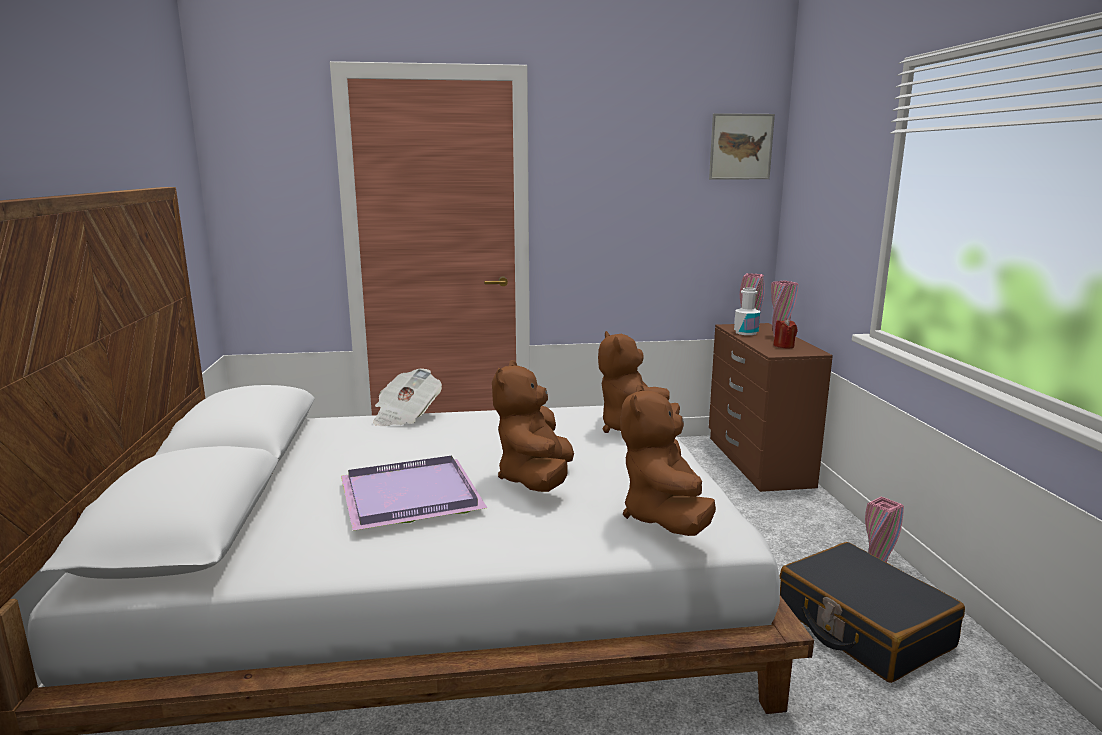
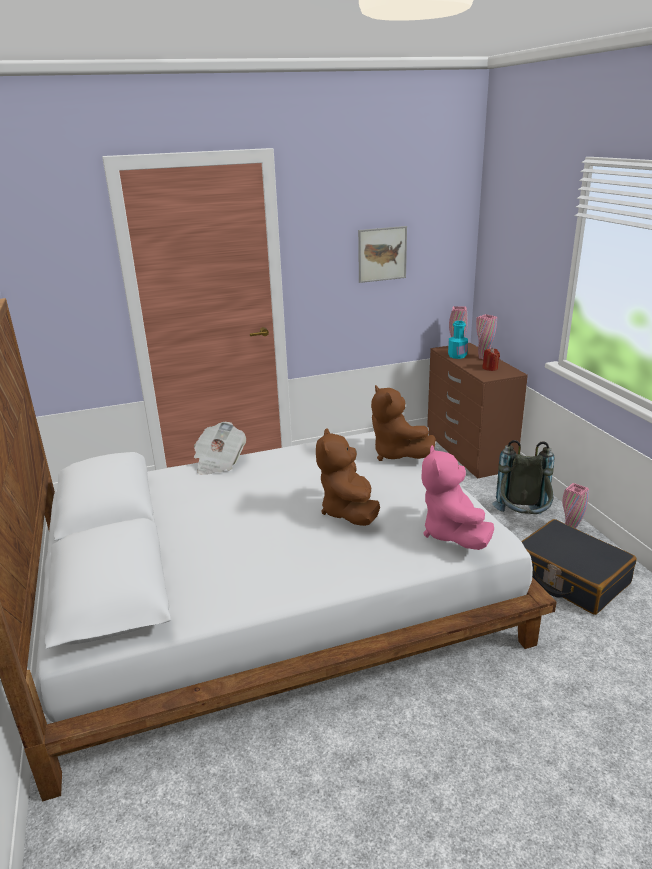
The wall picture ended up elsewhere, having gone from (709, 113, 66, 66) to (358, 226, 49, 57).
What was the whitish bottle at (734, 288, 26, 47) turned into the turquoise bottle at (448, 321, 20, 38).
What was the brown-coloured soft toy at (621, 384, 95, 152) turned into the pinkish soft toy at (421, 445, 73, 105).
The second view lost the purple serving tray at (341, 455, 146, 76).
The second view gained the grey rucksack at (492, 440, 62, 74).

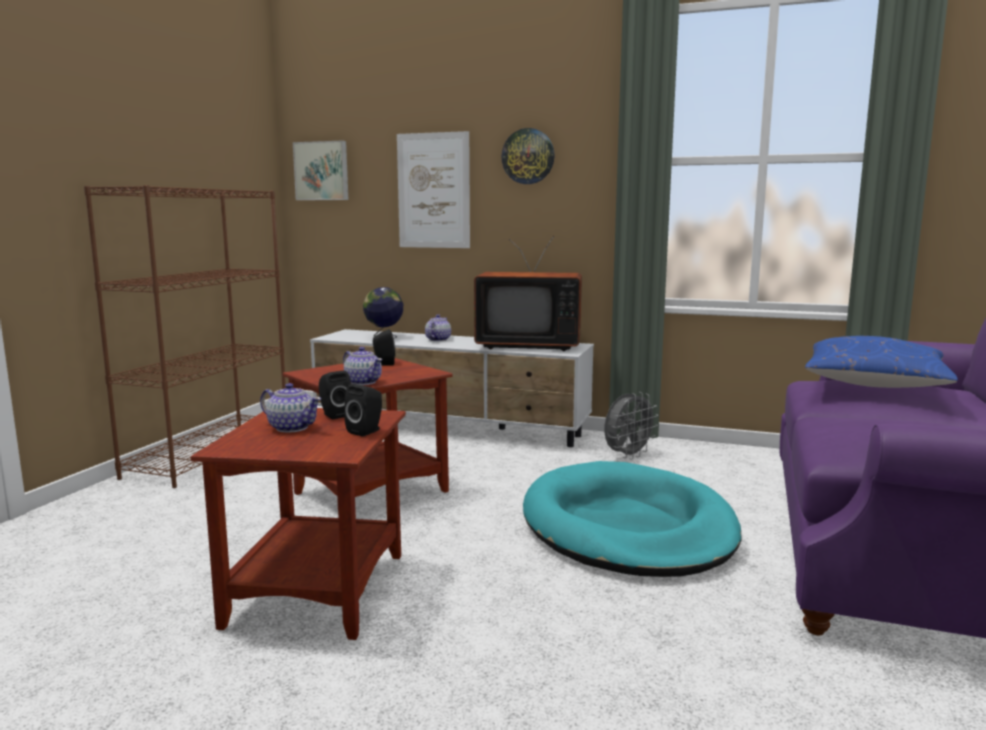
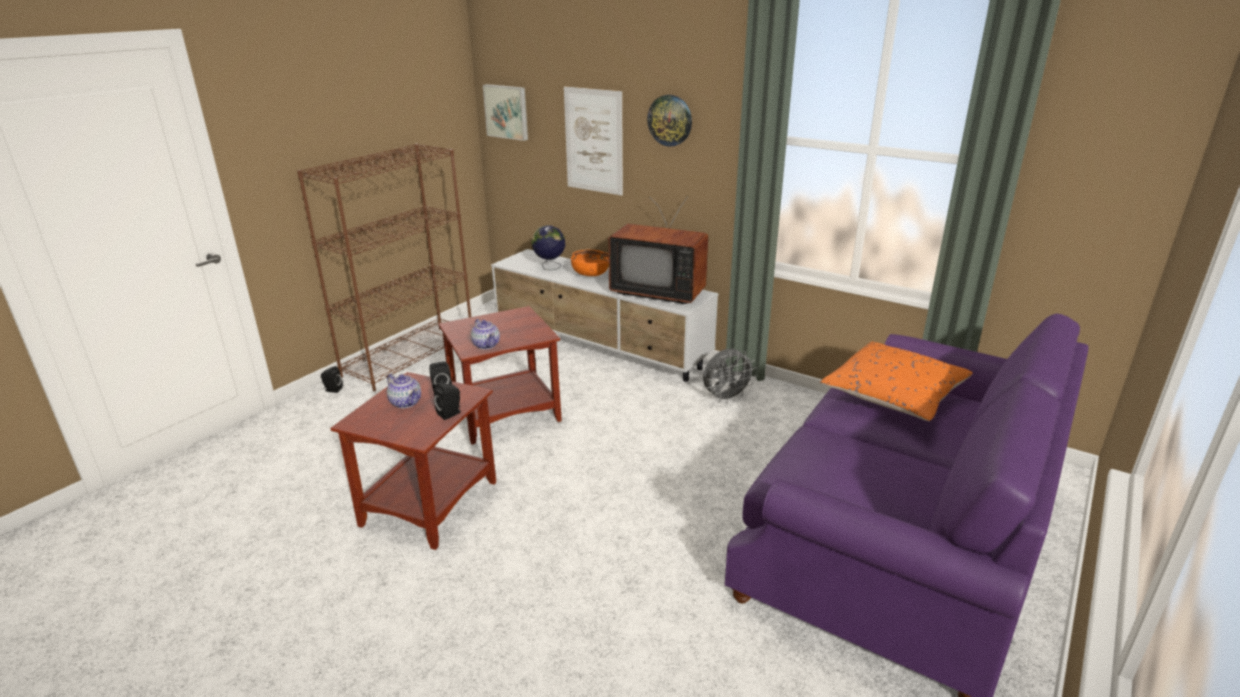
Where the teapot stood at (425, 314, 26, 27), the orange-coloured deep dish came to stand at (571, 250, 38, 26).
The black audio speaker ended up elsewhere, having gone from (373, 329, 22, 37) to (321, 366, 22, 27).
What was the blue pillow at (805, 336, 153, 52) turned into the orange-coloured pillow at (820, 342, 153, 79).
The second view lost the turquoise dog cushion at (523, 461, 219, 116).

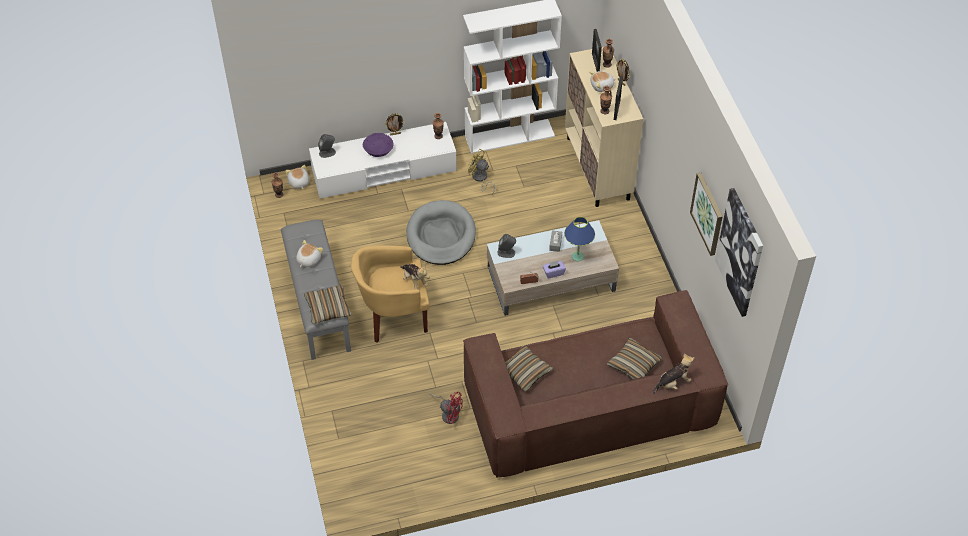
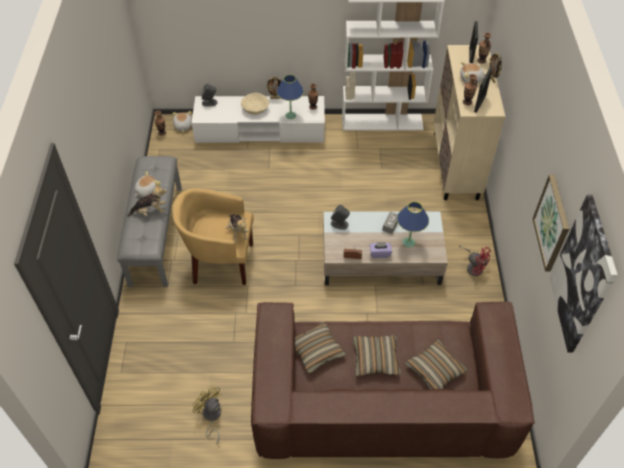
What was the purple deep dish at (363, 133, 30, 24) turned into the beige deep dish at (241, 93, 28, 22).
The yellowish cooling fan ended up elsewhere, having gone from (468, 149, 27, 46) to (192, 385, 30, 60).
The second view lost the grey dog cushion at (406, 200, 70, 65).
The pillow ended up elsewhere, having gone from (304, 285, 47, 39) to (353, 335, 48, 41).
The soft toy ended up elsewhere, having gone from (653, 353, 41, 41) to (127, 184, 40, 33).
The red cooling fan ended up elsewhere, having gone from (430, 392, 33, 32) to (459, 245, 32, 31).
The second view gained the blue tabletop lamp at (276, 75, 28, 44).

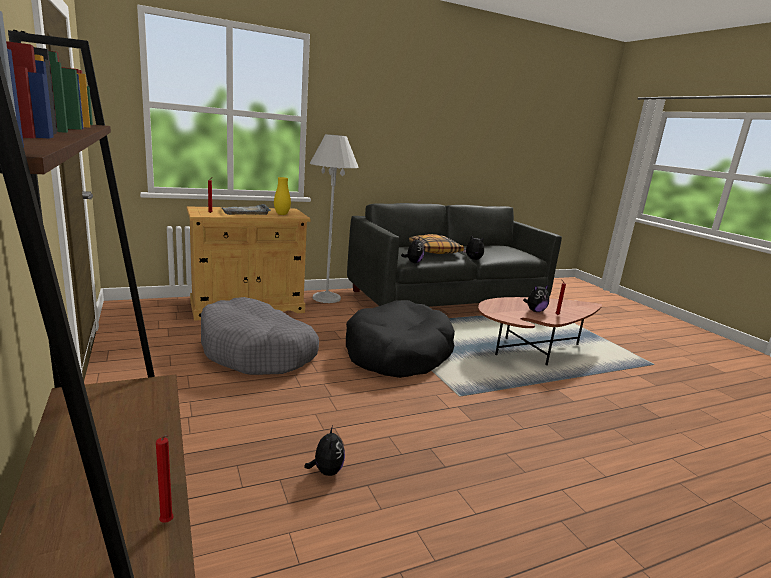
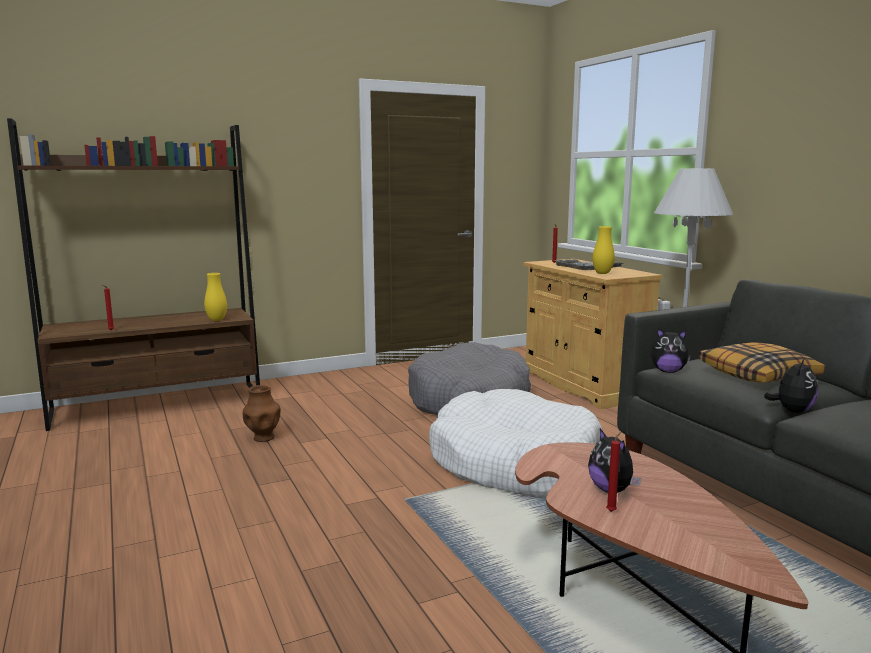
What was the black dog cushion at (346, 300, 109, 78) turned into the whitish dog cushion at (429, 389, 174, 109).
Where the soft toy stood at (304, 426, 41, 50), the brown-coloured vase came to stand at (243, 385, 38, 57).
The second view gained the yellowish vase at (204, 273, 23, 48).

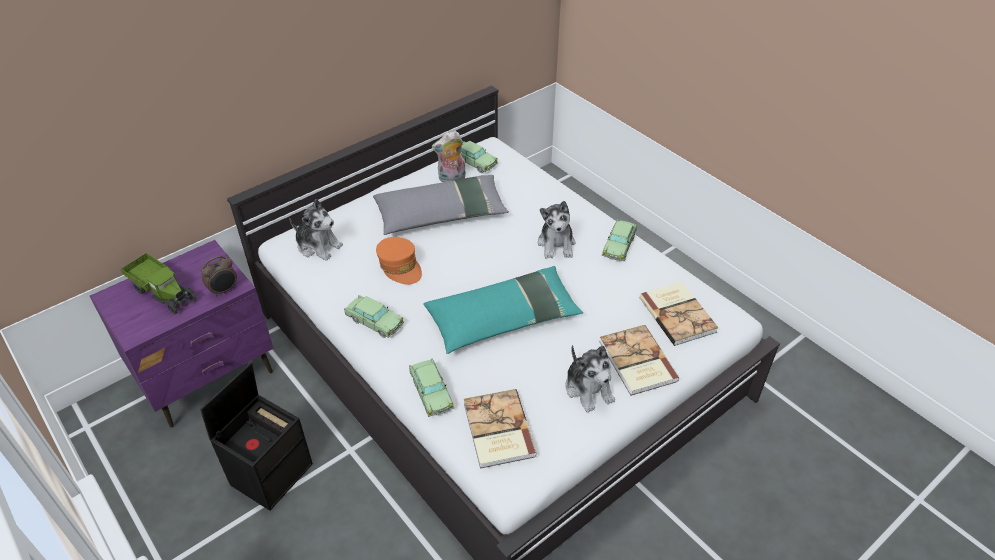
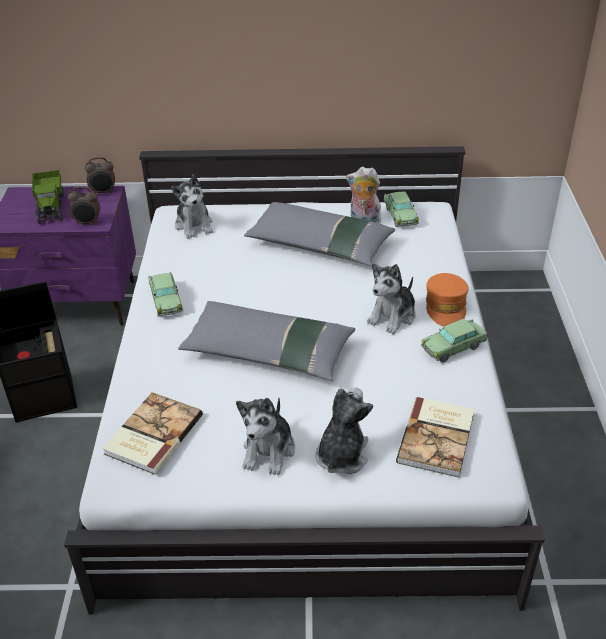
The orange-coloured baseball cap ended up elsewhere, having gone from (376, 237, 46, 48) to (426, 273, 43, 54).
What was the turquoise pillow at (423, 266, 160, 88) turned into the grey pillow at (178, 301, 177, 80).
Where the volume stood at (599, 325, 81, 71), the soft toy came to stand at (315, 388, 58, 86).
The second view lost the toy car at (409, 359, 45, 58).
The second view gained the bedside clock at (85, 157, 30, 36).

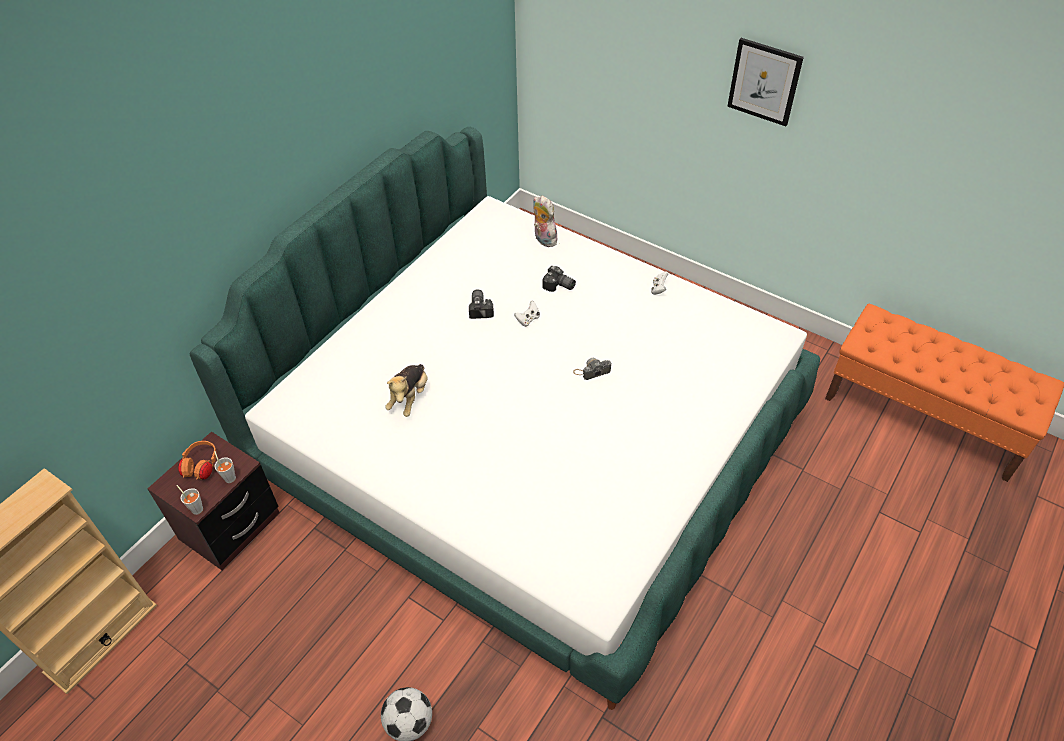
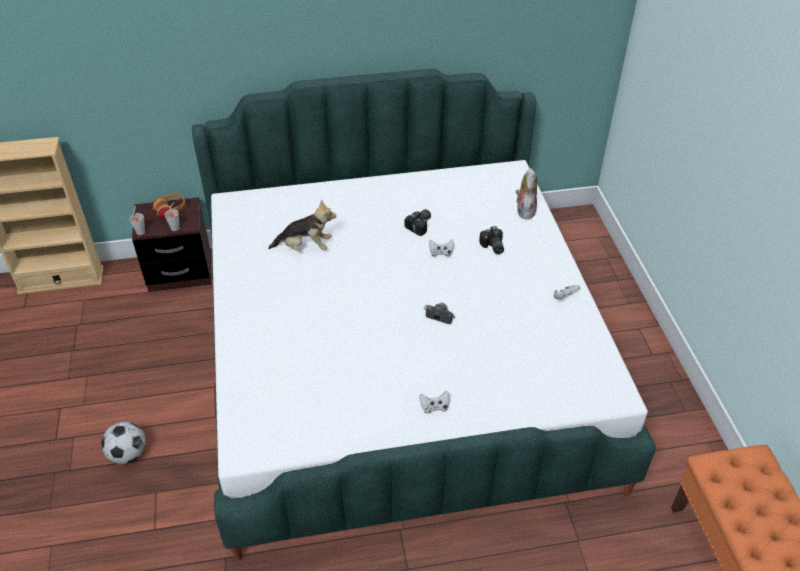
The second view lost the wall picture at (727, 38, 77, 88).
The soft toy at (385, 364, 43, 53) ended up facing another way, 150 degrees counterclockwise from before.
The second view gained the whitish game controller at (420, 391, 29, 23).

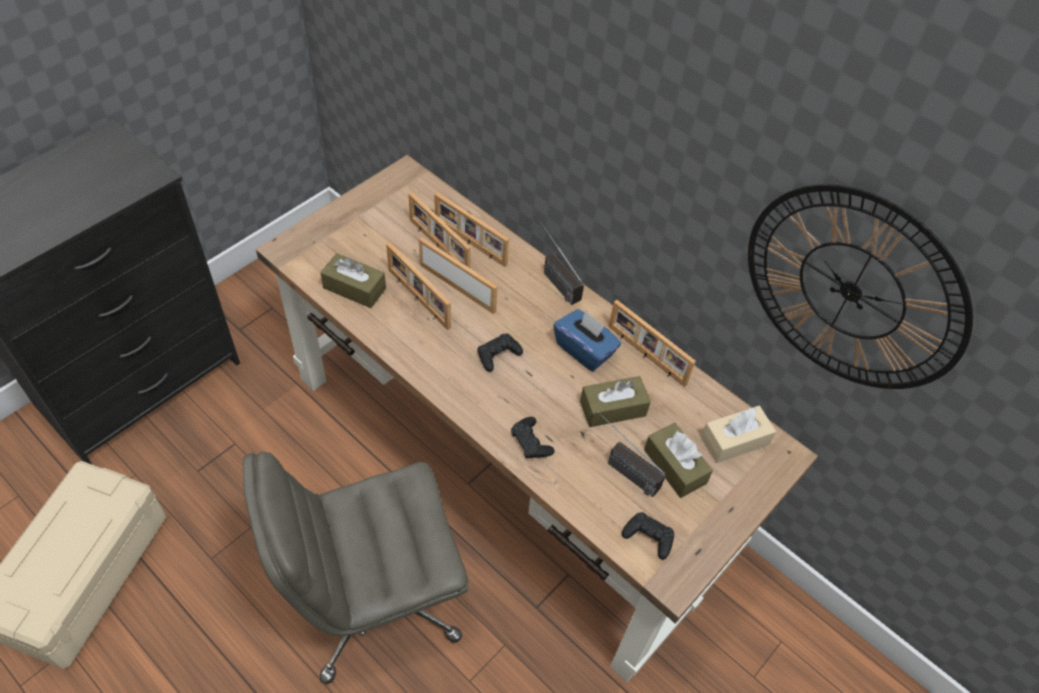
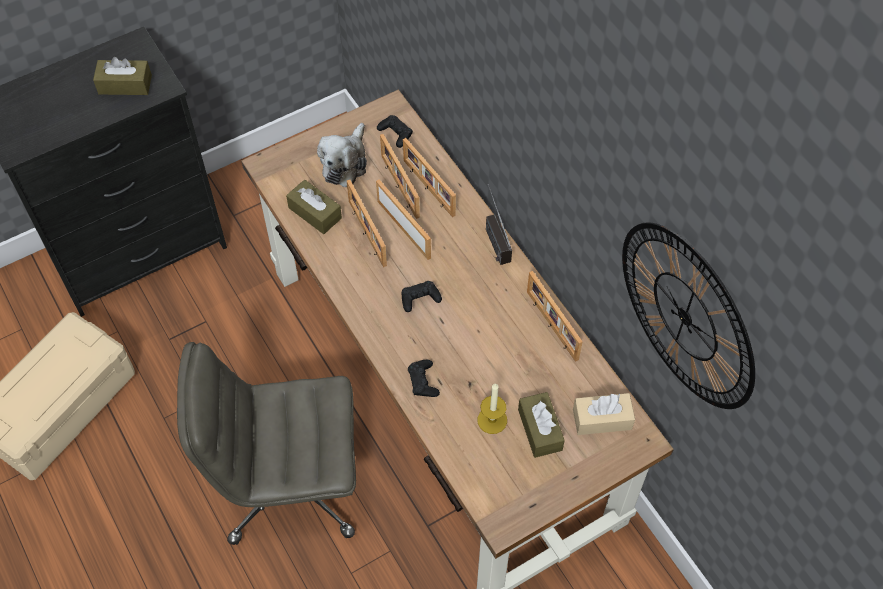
The second view lost the blue tissue box at (553, 309, 68, 62).
The brown-coloured tissue box ended up elsewhere, having gone from (580, 376, 71, 51) to (93, 57, 59, 38).
Where the radio stood at (597, 411, 69, 86), the wax light came to stand at (478, 383, 29, 51).
The black game controller ended up elsewhere, having gone from (622, 512, 52, 48) to (377, 115, 36, 33).
The second view gained the soft toy at (317, 123, 50, 64).

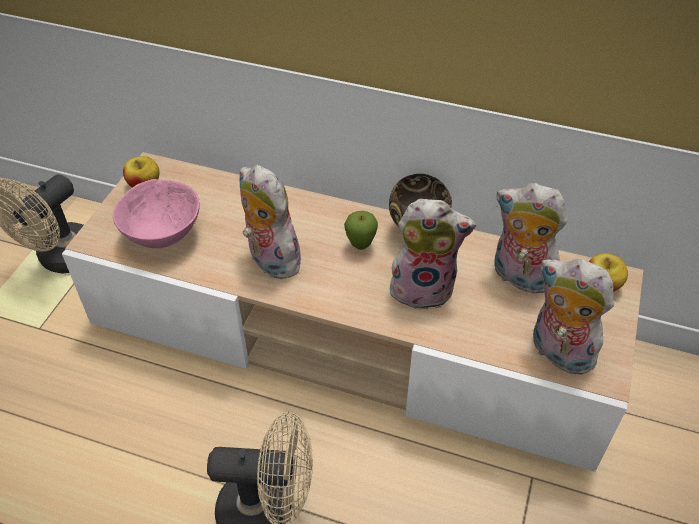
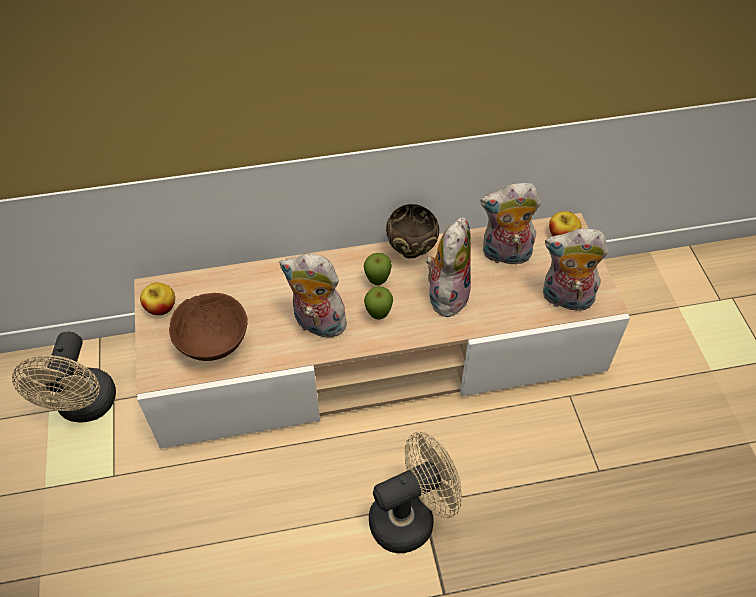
What was the pinkish deep dish at (113, 179, 87, 69) turned into the brown-coloured deep dish at (169, 293, 79, 68).
The soft toy at (390, 199, 86, 111) ended up facing another way, 45 degrees counterclockwise from before.
The second view gained the apple fruit at (364, 287, 29, 33).

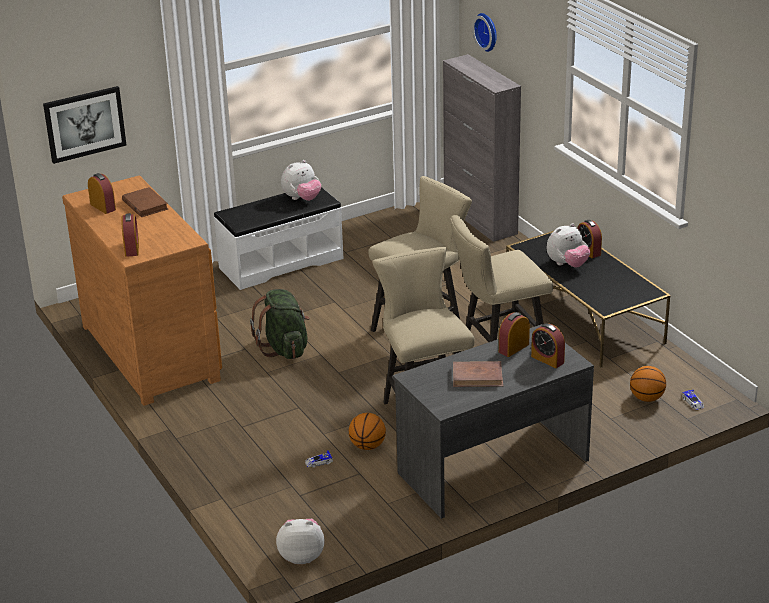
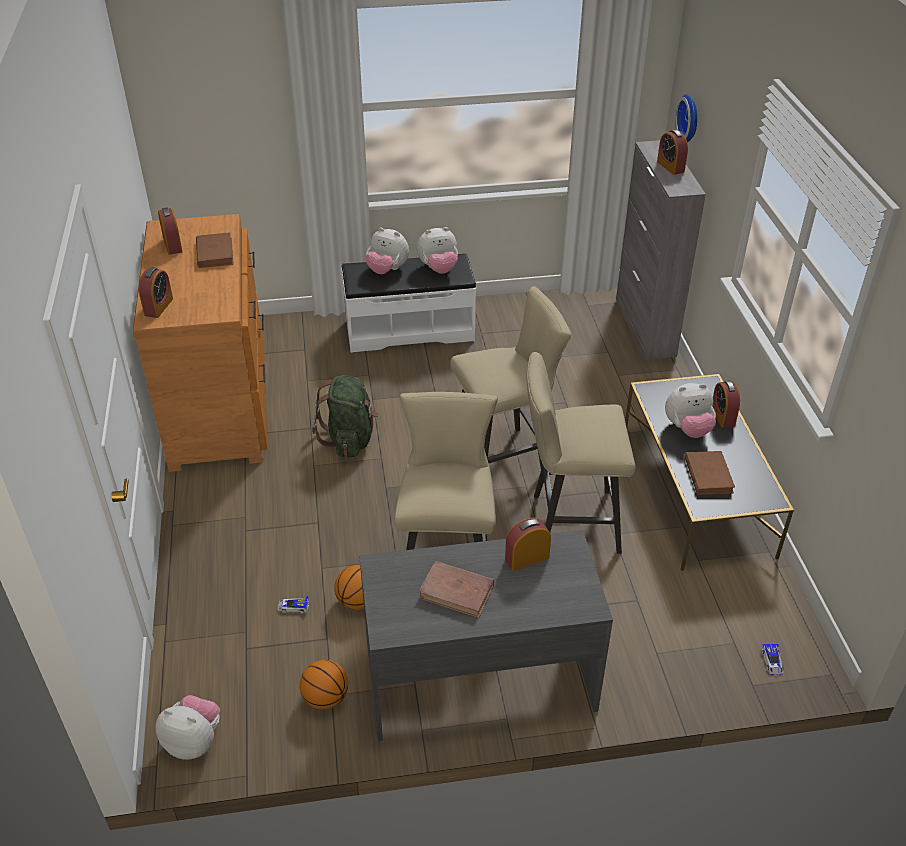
The second view lost the wall picture at (43, 86, 83, 78).
The bedside clock ended up elsewhere, having gone from (531, 323, 34, 45) to (657, 129, 31, 46).
The basketball ball ended up elsewhere, having gone from (630, 366, 36, 36) to (300, 660, 48, 50).
The second view gained the soft toy at (365, 228, 44, 46).
The second view gained the brown-coloured volume at (684, 451, 51, 44).

